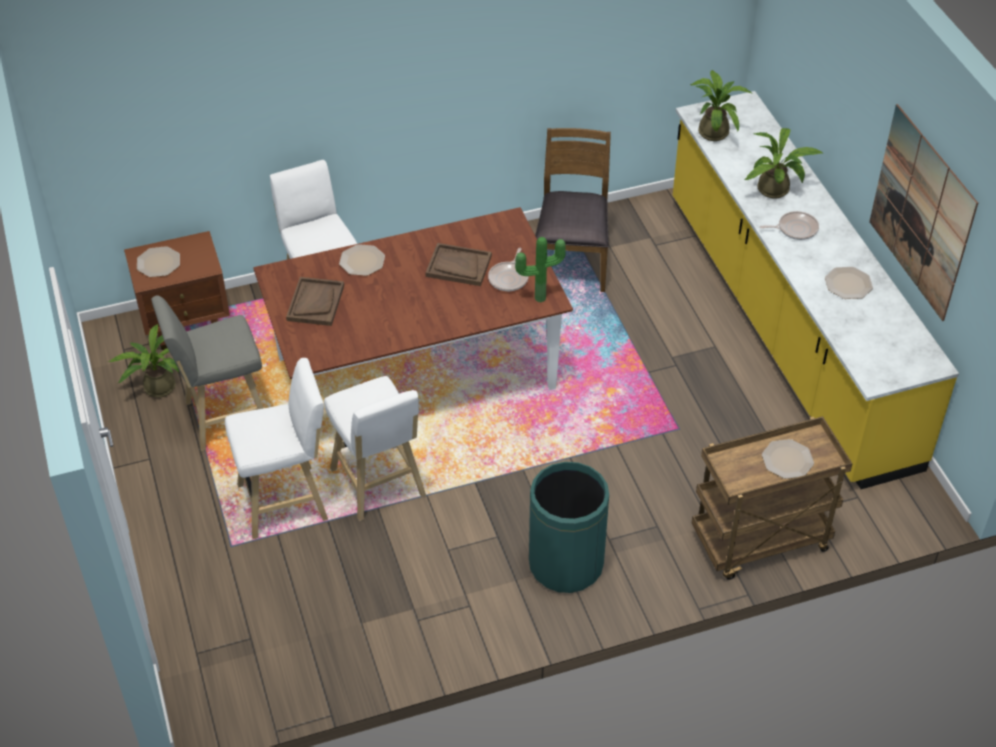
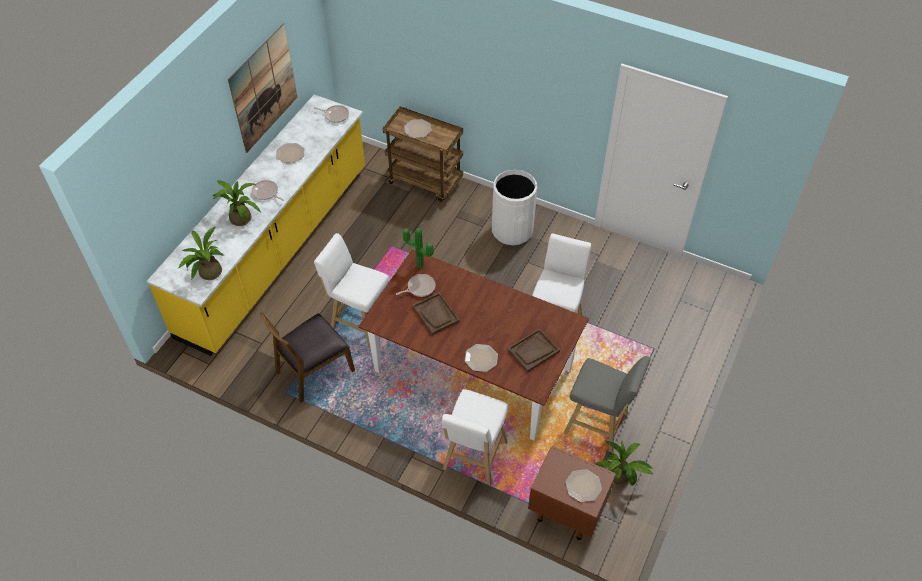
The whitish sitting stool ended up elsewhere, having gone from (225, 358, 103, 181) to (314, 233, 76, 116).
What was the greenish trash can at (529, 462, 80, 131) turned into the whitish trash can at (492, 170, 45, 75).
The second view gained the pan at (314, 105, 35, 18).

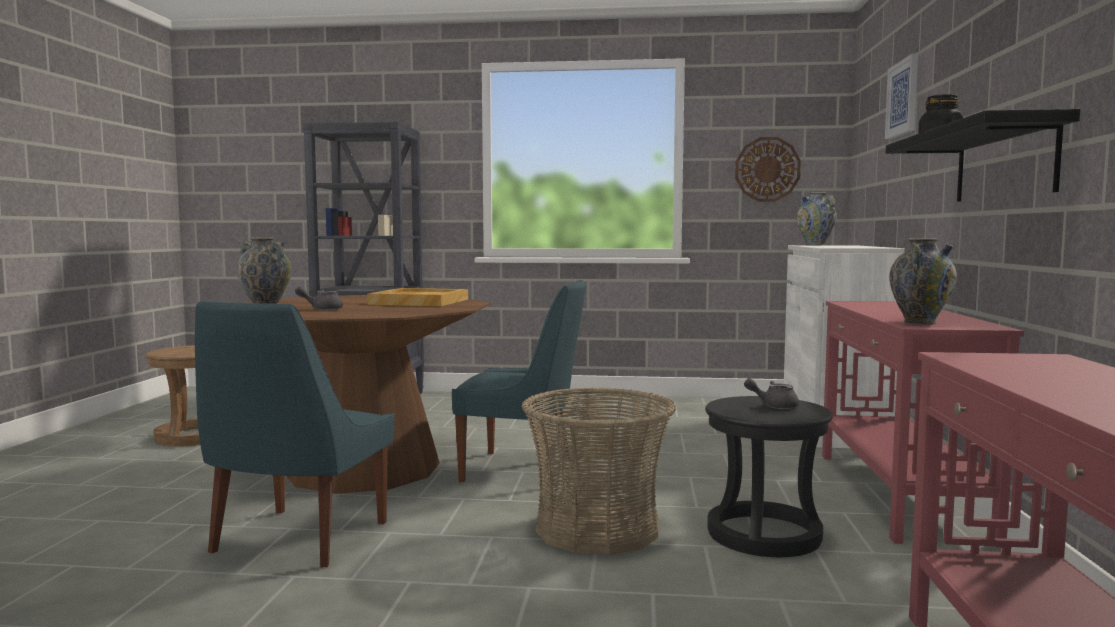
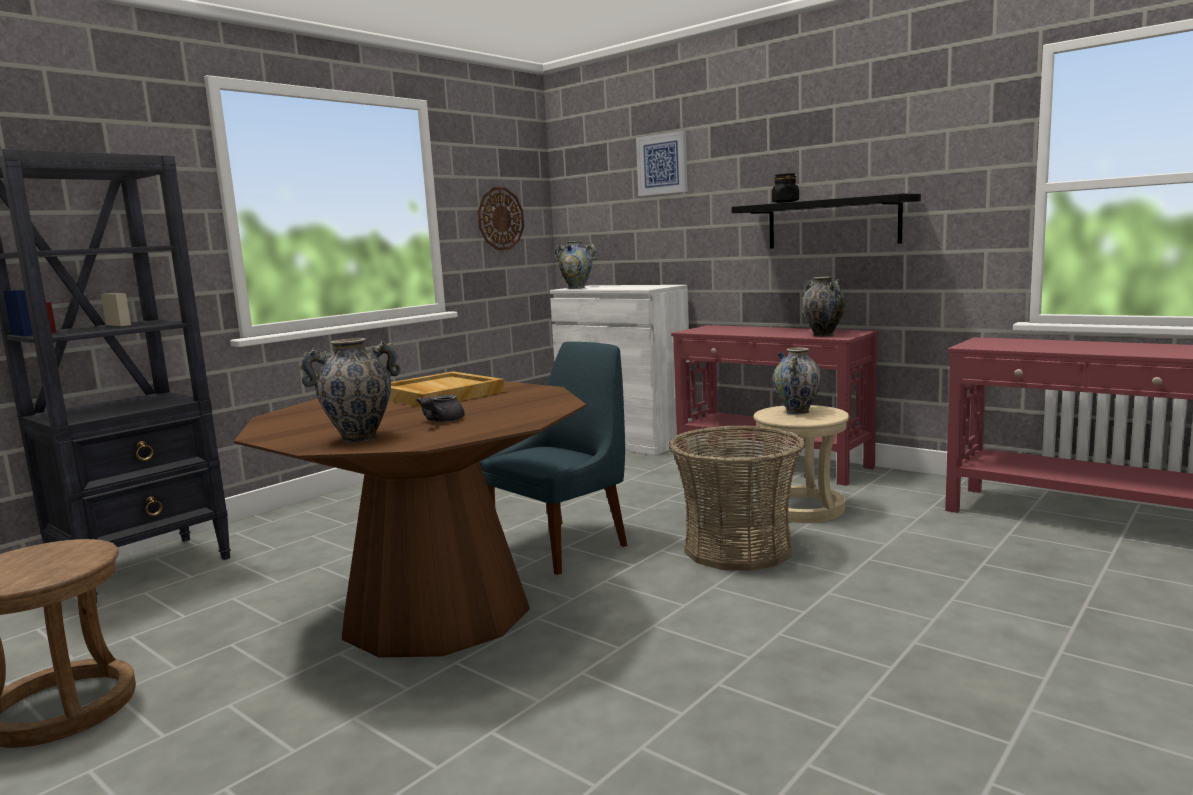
The second view lost the blue plain chair at (195, 301, 200, 267).
Where the grey teapot stood at (744, 378, 55, 31), the vase came to stand at (773, 347, 48, 68).
What was the black sitting stool at (705, 396, 128, 161) turned into the beige sitting stool at (753, 405, 96, 118).

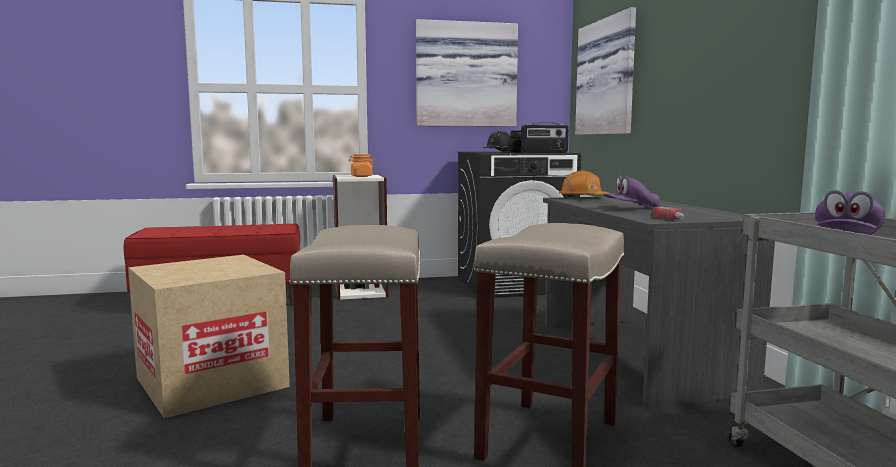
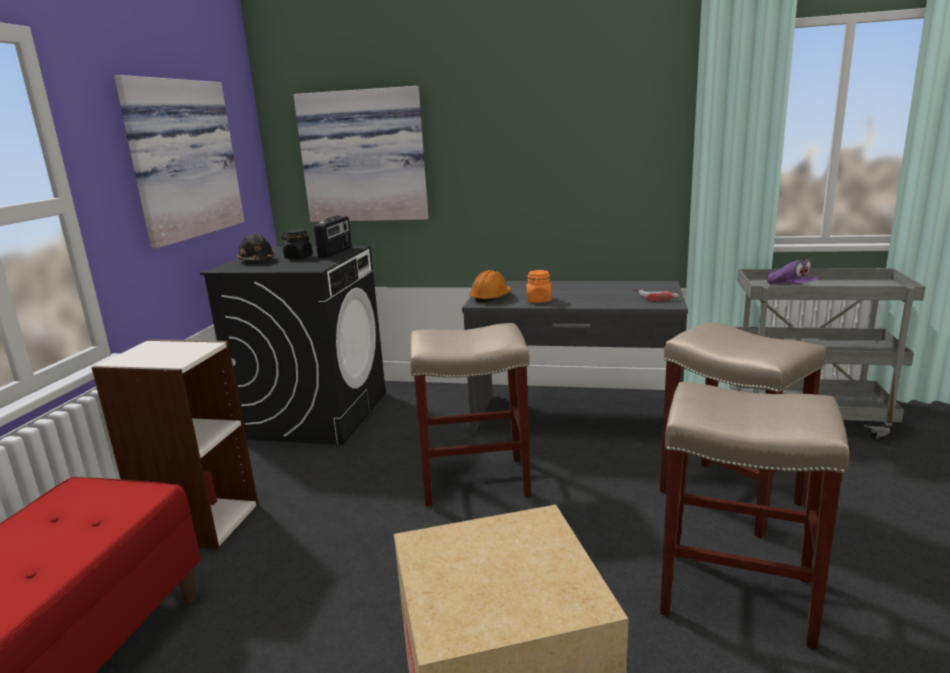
The orange-coloured storage jar ended up elsewhere, having gone from (348, 154, 26, 23) to (527, 270, 25, 33).
The second view lost the purple baseball cap at (604, 175, 56, 33).
The second view gained the beige sitting stool at (410, 323, 121, 184).

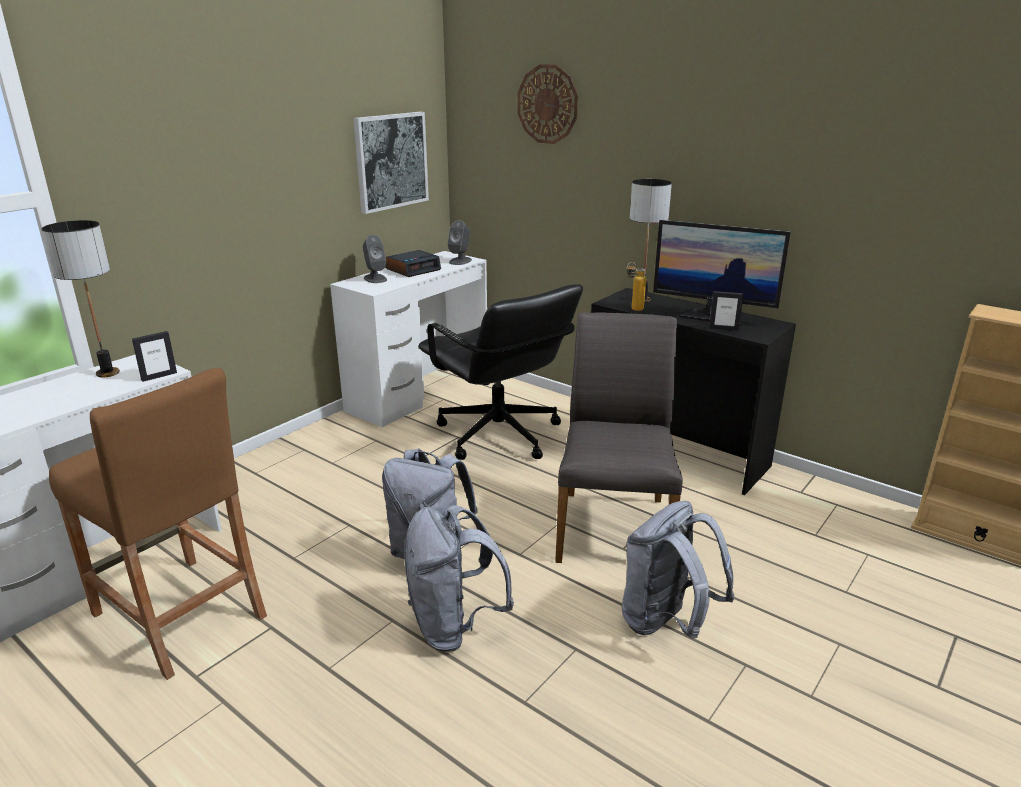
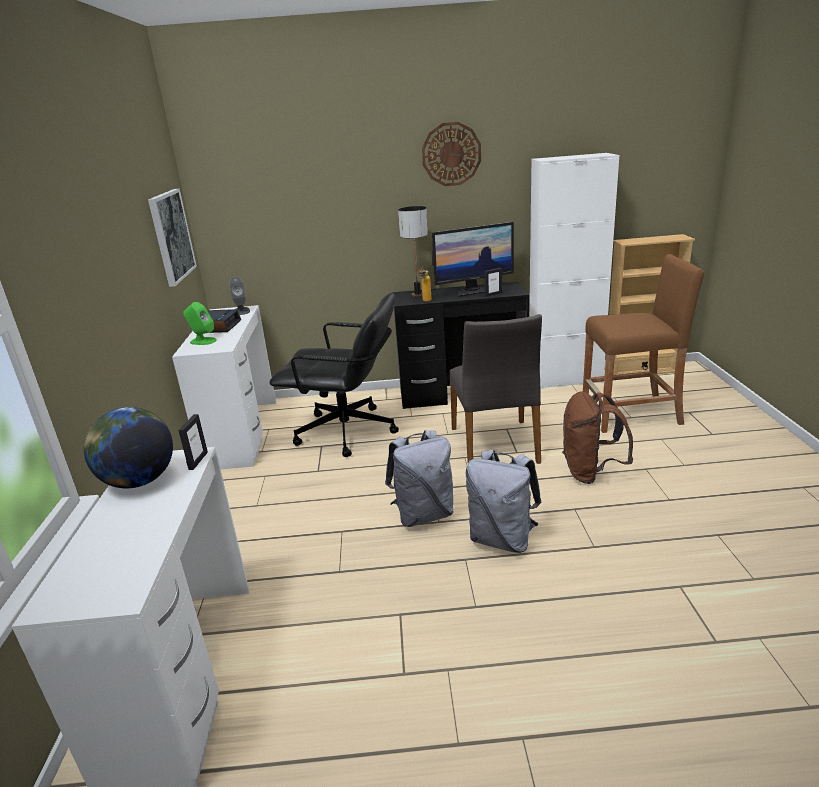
The hanging clock ended up elsewhere, having gone from (517, 64, 61, 80) to (422, 122, 59, 64).
Where the tabletop lamp stood at (42, 220, 78, 158), the world globe came to stand at (84, 407, 89, 81).
What was the grey audio speaker at (363, 235, 24, 48) turned into the greenish audio speaker at (183, 302, 34, 43).
The grey plain chair at (555, 312, 128, 251) ended up facing another way, 150 degrees counterclockwise from before.
The brown-coloured sitting stool ended up elsewhere, having gone from (49, 368, 218, 312) to (583, 254, 121, 179).
What was the grey rucksack at (622, 501, 112, 138) turned into the brown-coloured rucksack at (562, 391, 71, 93).
The second view gained the whitish storage cabinet at (529, 153, 90, 235).

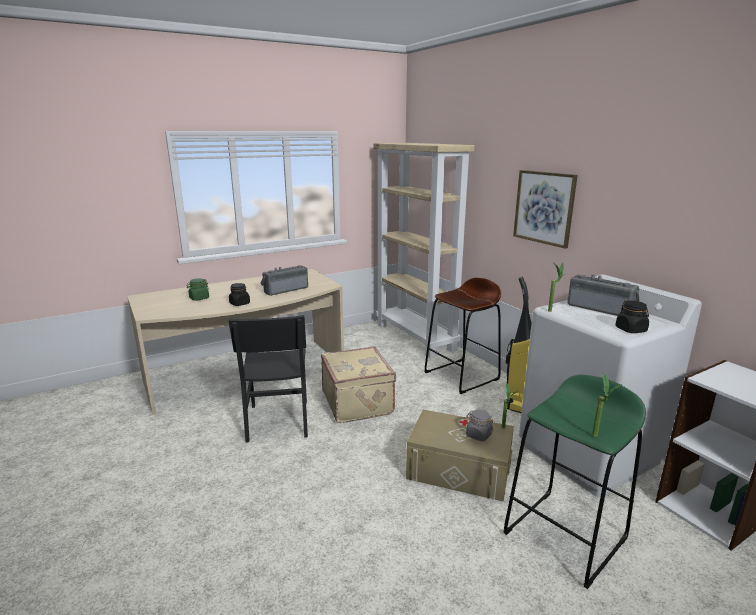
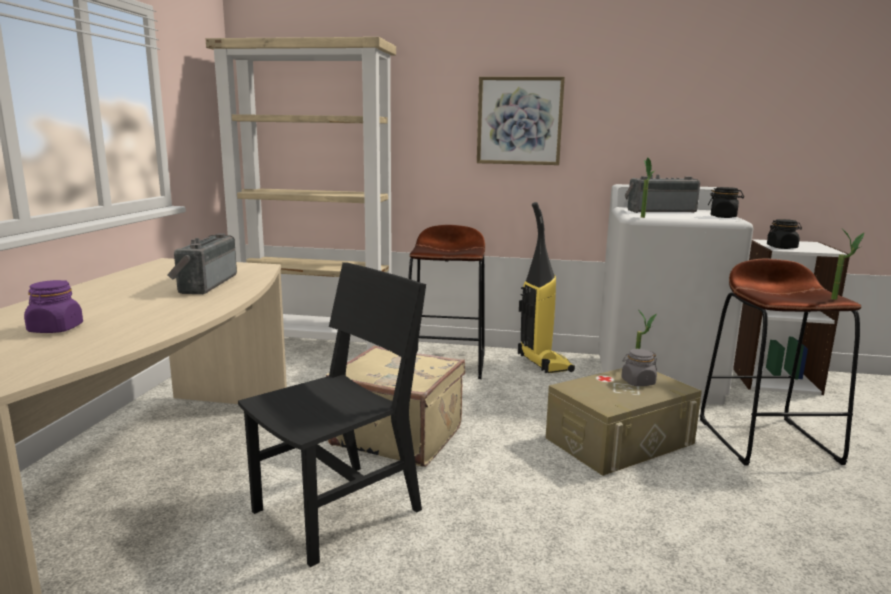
What was the greenish storage jar at (186, 279, 23, 22) turned into the purple storage jar at (24, 280, 59, 53).
The black storage jar ended up elsewhere, having gone from (229, 283, 21, 23) to (767, 219, 35, 30).
The black plain chair at (228, 315, 80, 127) ended up facing another way, 75 degrees counterclockwise from before.
What was the greenish sitting stool at (503, 375, 143, 214) turned into the brown-coloured sitting stool at (700, 259, 161, 207).

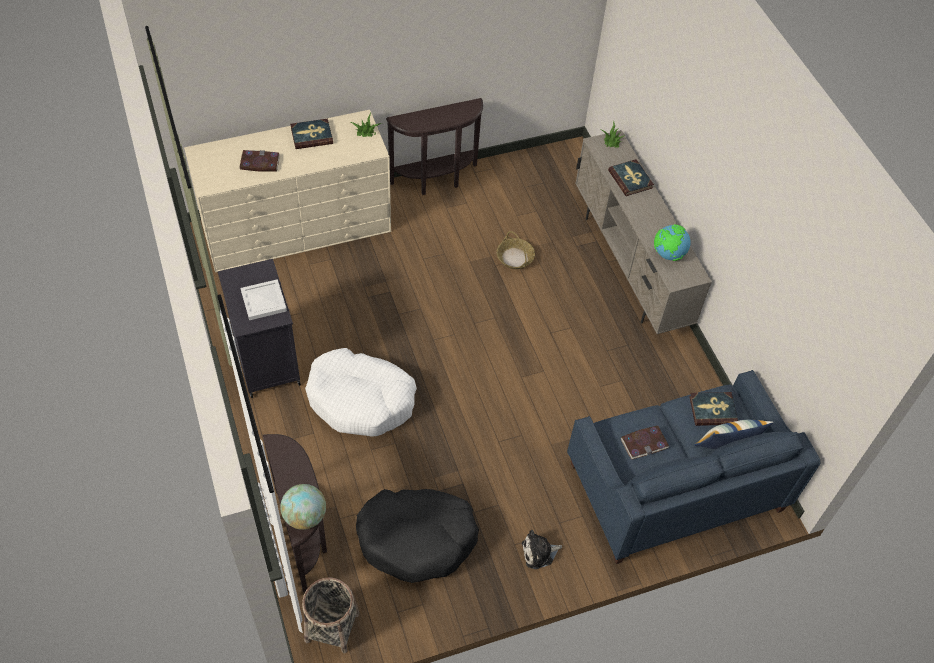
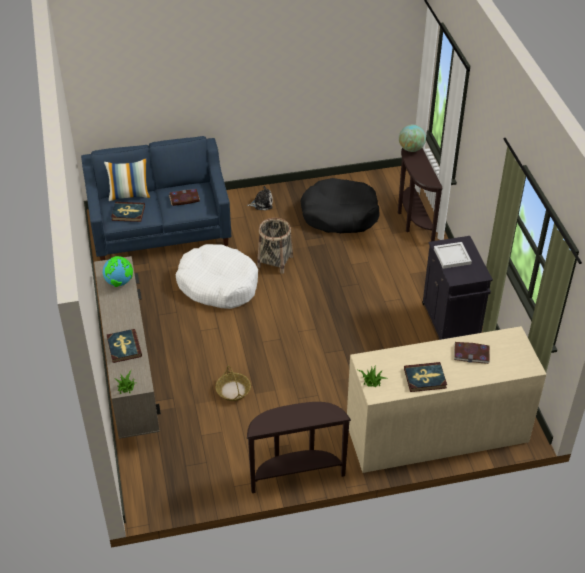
The whitish dog cushion ended up elsewhere, having gone from (305, 348, 112, 88) to (176, 244, 82, 65).
The basket ended up elsewhere, having gone from (302, 577, 57, 76) to (257, 218, 36, 56).

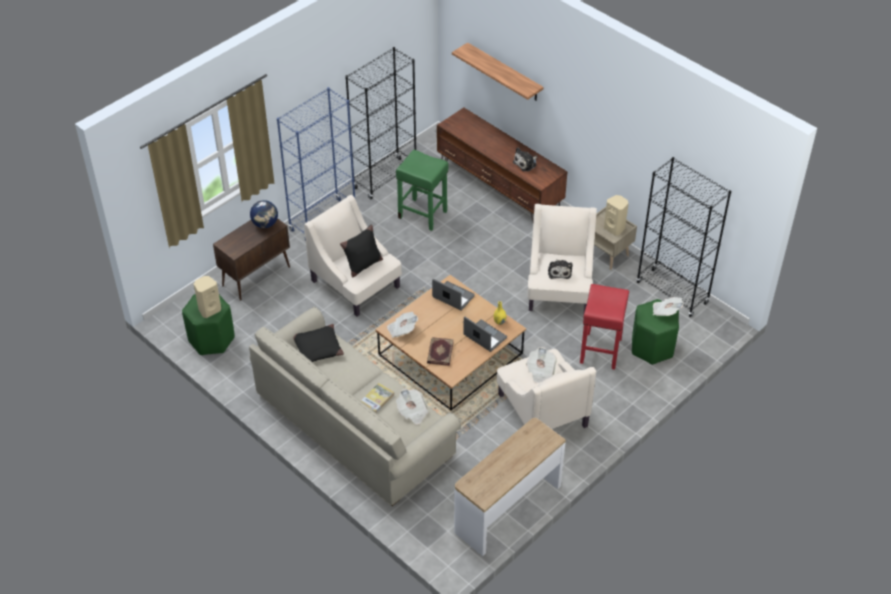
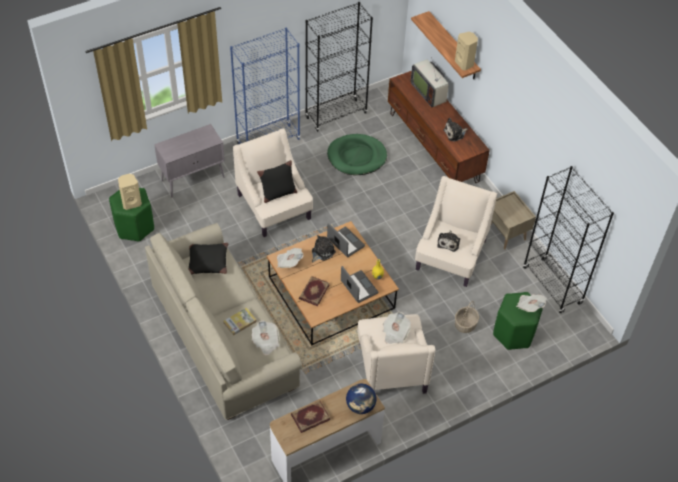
Where the greenish sitting stool stood at (396, 150, 52, 81), the greenish dog cushion came to stand at (327, 134, 60, 41).
The beige audio speaker ended up elsewhere, having gone from (604, 195, 25, 41) to (455, 32, 23, 39).
The world globe ended up elsewhere, having gone from (250, 200, 28, 28) to (346, 384, 30, 30).
What was the brown-coloured storage cabinet at (213, 218, 77, 83) turned into the grey storage cabinet at (154, 124, 71, 74).
Where the red sitting stool stood at (580, 284, 49, 86), the basket came to stand at (455, 301, 24, 32).
The second view gained the television at (411, 57, 38, 51).
The second view gained the soft toy at (312, 235, 24, 27).
The second view gained the volume at (291, 400, 39, 33).

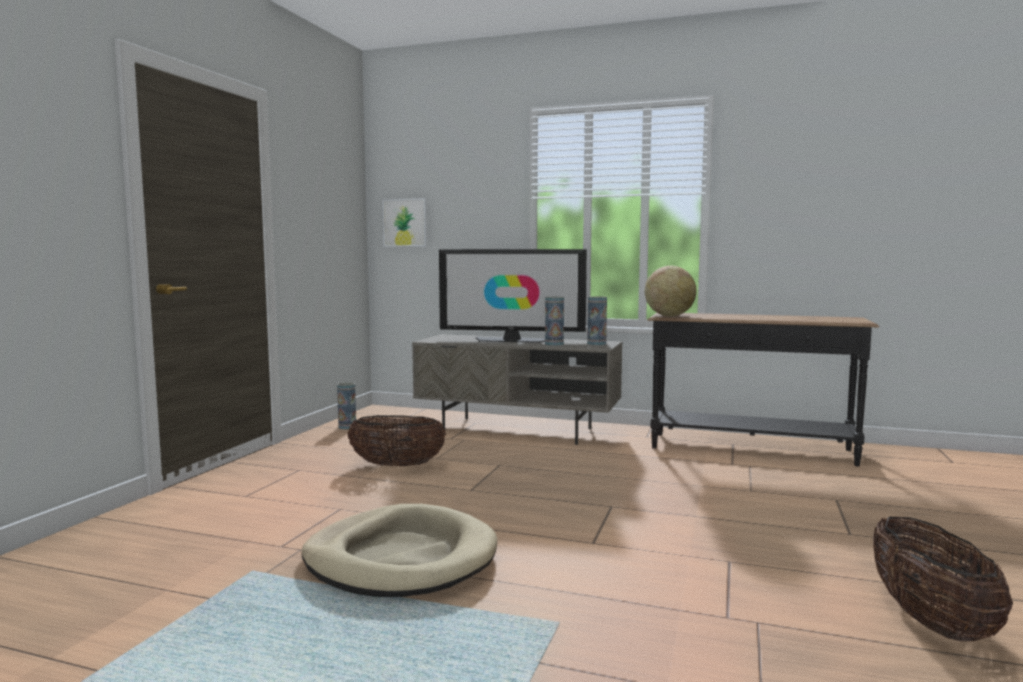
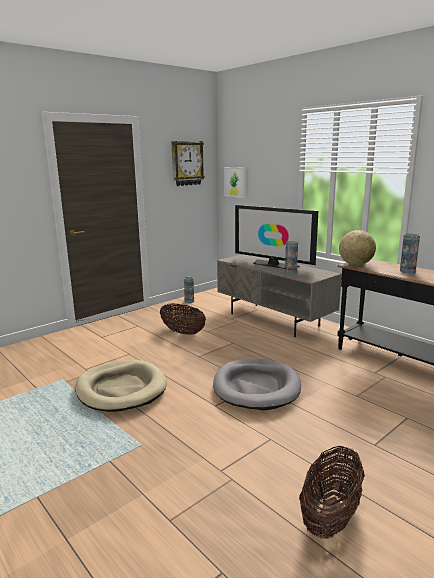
The vase ended up elsewhere, having gone from (587, 296, 20, 49) to (400, 234, 20, 39).
The second view gained the hanging clock at (171, 141, 34, 45).
The second view gained the grey dog cushion at (213, 359, 88, 51).

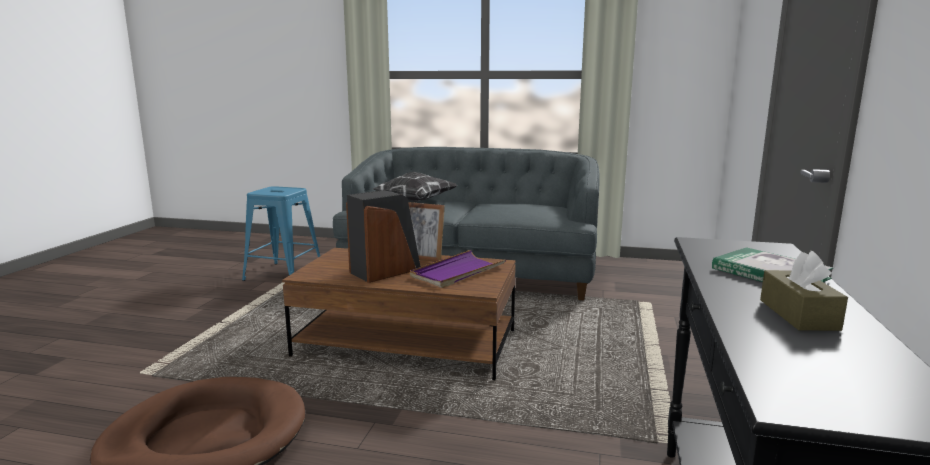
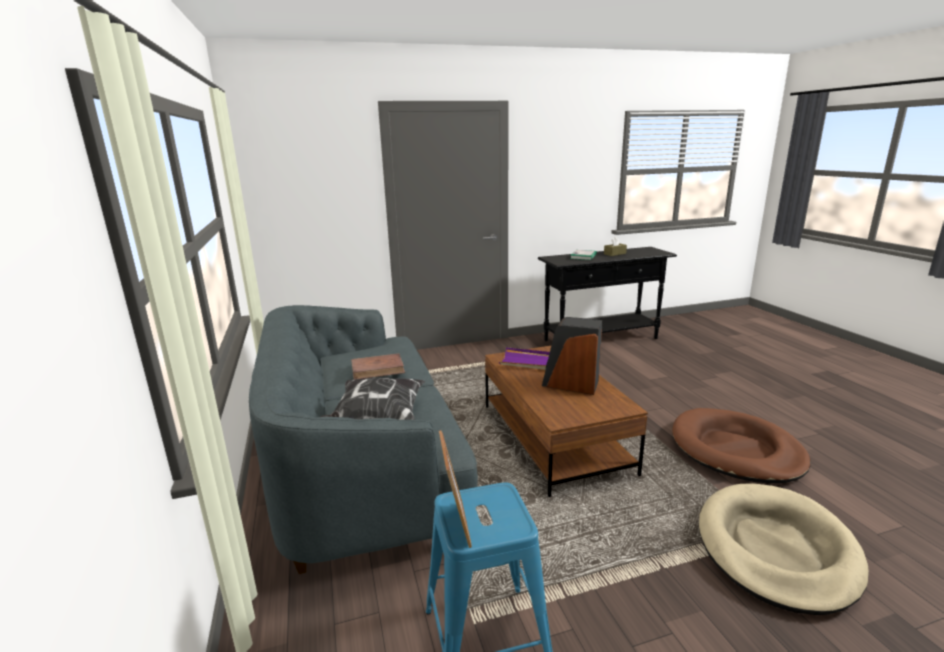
The standing frame ended up elsewhere, having gone from (408, 202, 37, 60) to (439, 430, 33, 118).
The second view gained the brown-coloured volume at (351, 353, 54, 27).
The second view gained the beige dog cushion at (699, 483, 170, 132).

